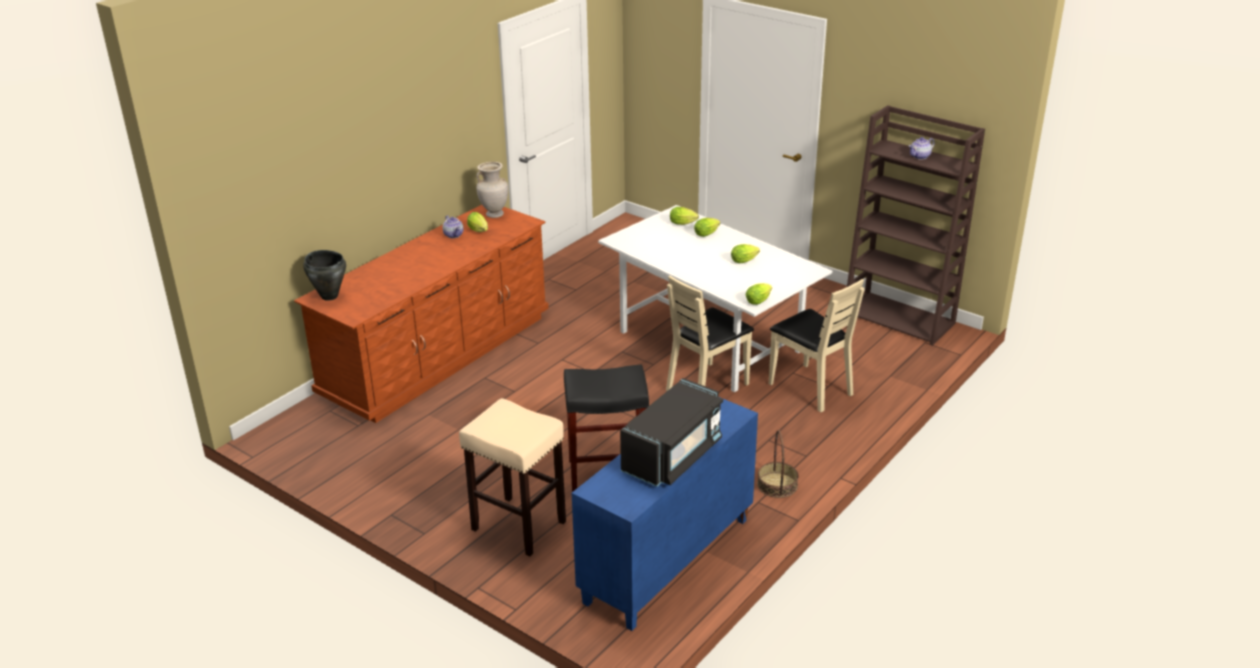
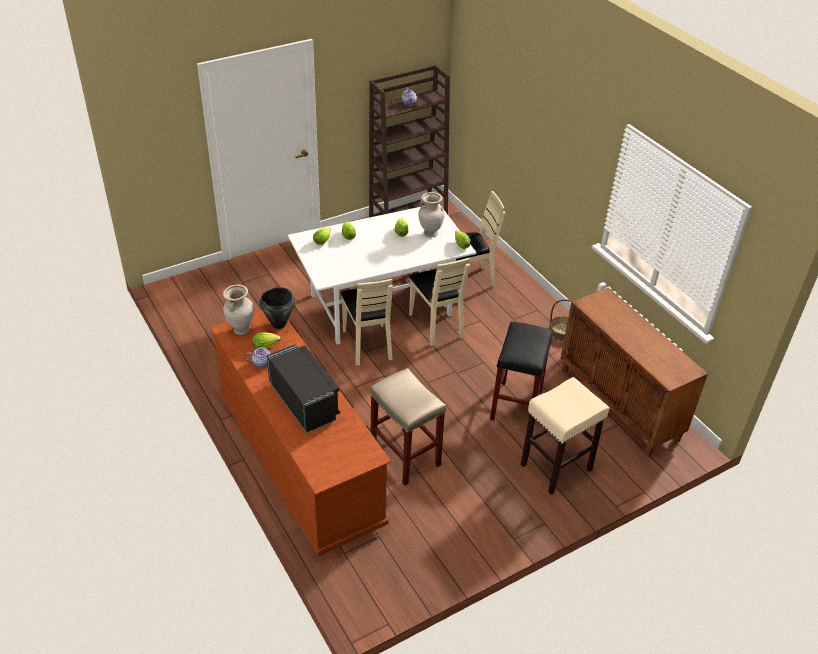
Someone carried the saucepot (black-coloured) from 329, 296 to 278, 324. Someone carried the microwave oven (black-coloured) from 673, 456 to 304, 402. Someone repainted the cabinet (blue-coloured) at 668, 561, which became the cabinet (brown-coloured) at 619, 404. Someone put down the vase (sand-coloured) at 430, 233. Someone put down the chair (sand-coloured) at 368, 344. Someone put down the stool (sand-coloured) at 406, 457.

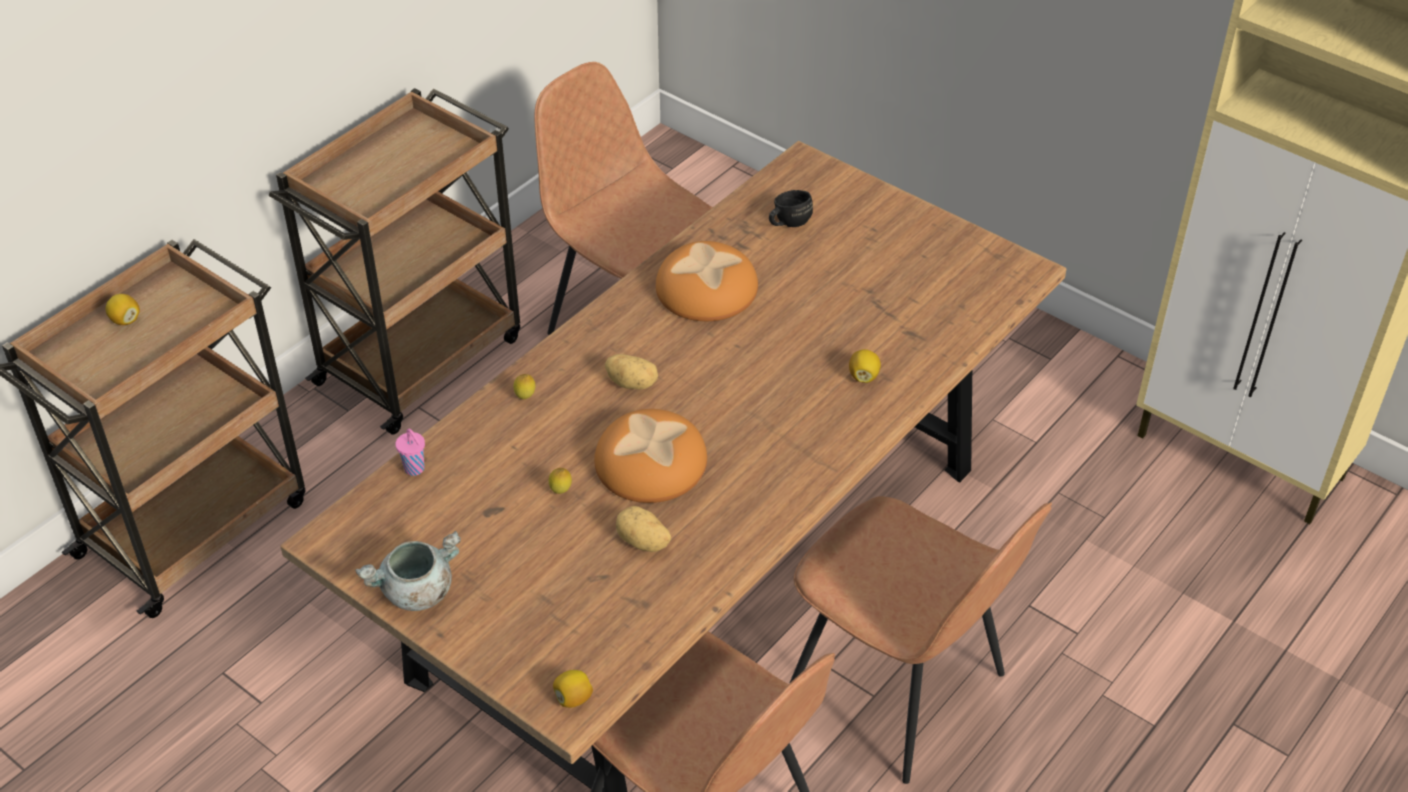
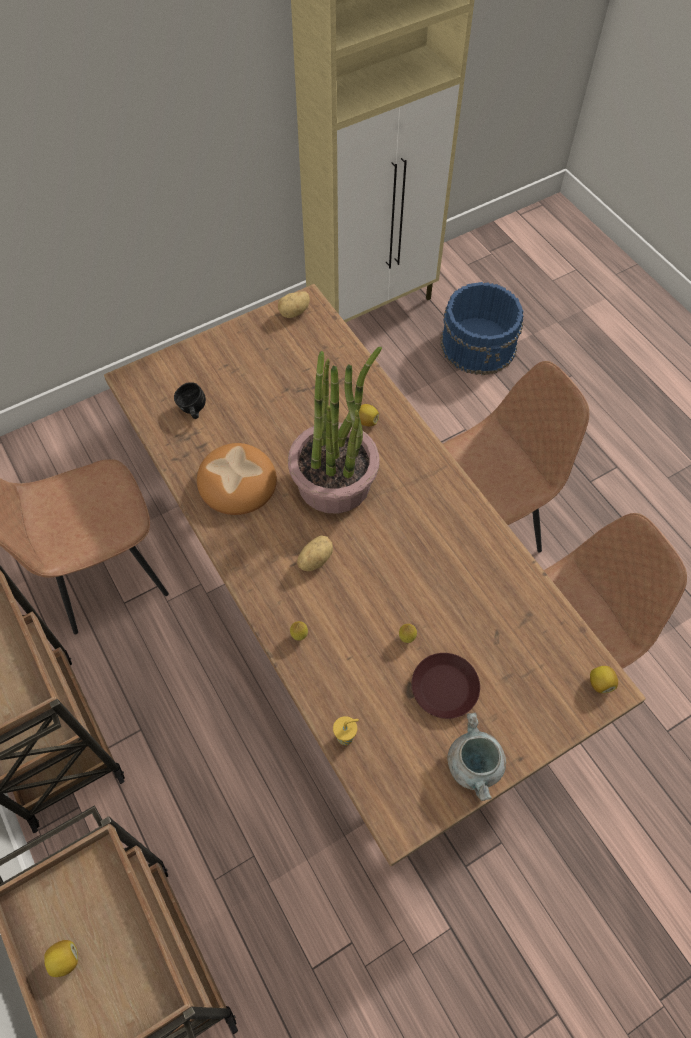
Someone took away the bread at 650, 462. Someone repainted the small cup (pink) at 415, 469, which became the small cup (yellow) at 346, 736. Someone carried the spud from 643, 542 to 294, 312. Someone put down the pail (blue-coloured) at 479, 344. Someone put down the plant in a pot at 334, 481. Someone put down the dinner plate (brown-coloured) at 444, 687.

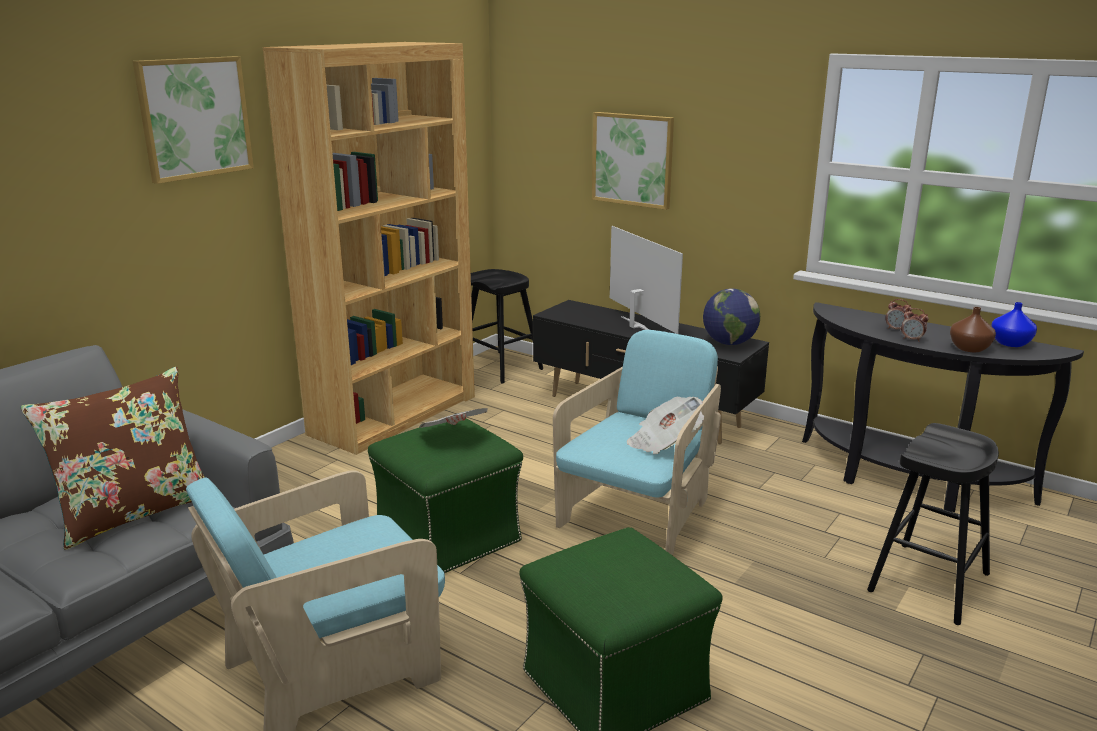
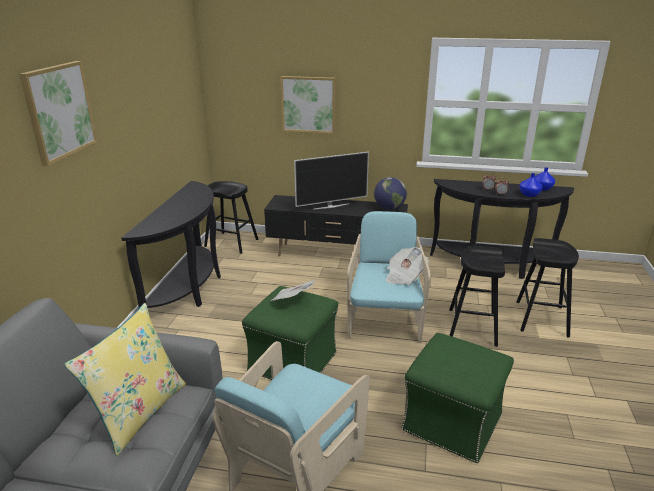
Someone swapped the bookshelf (brown-coloured) at 394, 415 for the narrow table (black-coloured) at 190, 289. Someone rotated the TV set at 636, 326 by 120 degrees clockwise. Someone repainted the vase (brown-coloured) at 970, 349, which became the vase (blue-coloured) at 529, 195. Someone repainted the pillow (brown-coloured) at 134, 513, which became the pillow (yellow) at 139, 412. Someone put down the stool (black-coloured) at 472, 327.

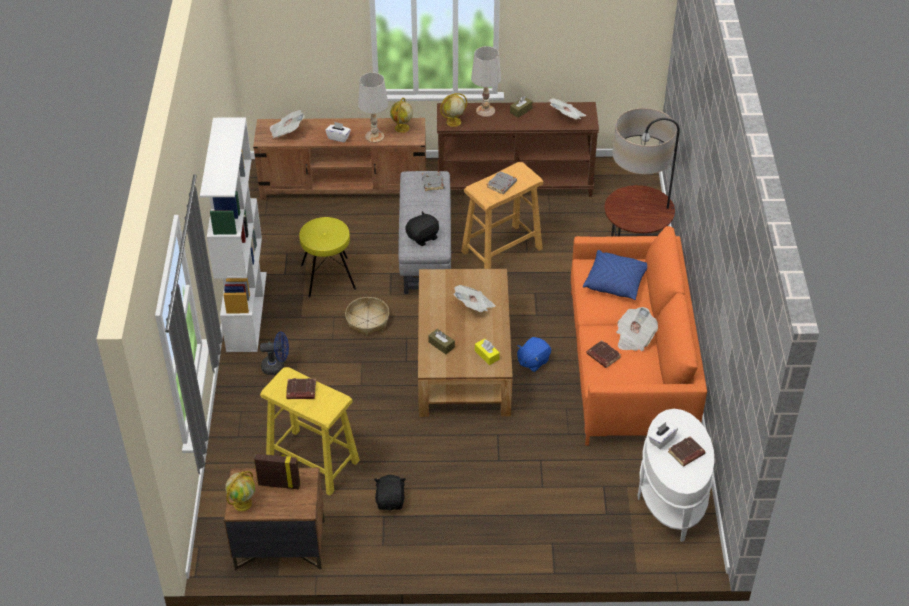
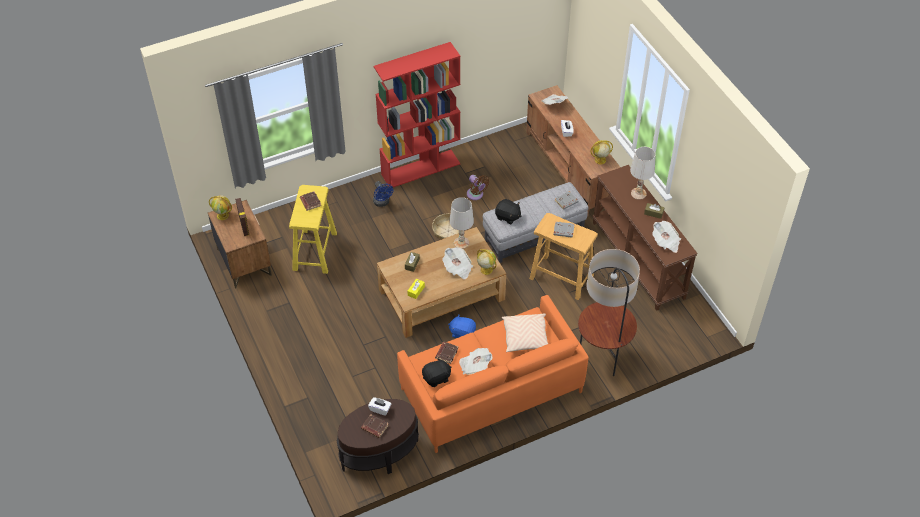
Someone carried the table lamp (white-coloured) from 374, 136 to 461, 242. Someone carried the world globe from 453, 122 to 486, 269. Someone repainted the bookshelf (white-coloured) at 246, 311, which became the bookshelf (red) at 421, 168. Someone swapped the stool (yellow) at 327, 277 for the fan (brown-coloured) at 476, 195. Someone repainted the pillow (blue-coloured) at 615, 282, which became the pillow (sand-coloured) at 525, 338. Someone repainted the accent table (white-coloured) at 672, 497, which became the accent table (brown-coloured) at 379, 453. Someone carried the soft toy (black-coloured) from 390, 500 to 436, 378.

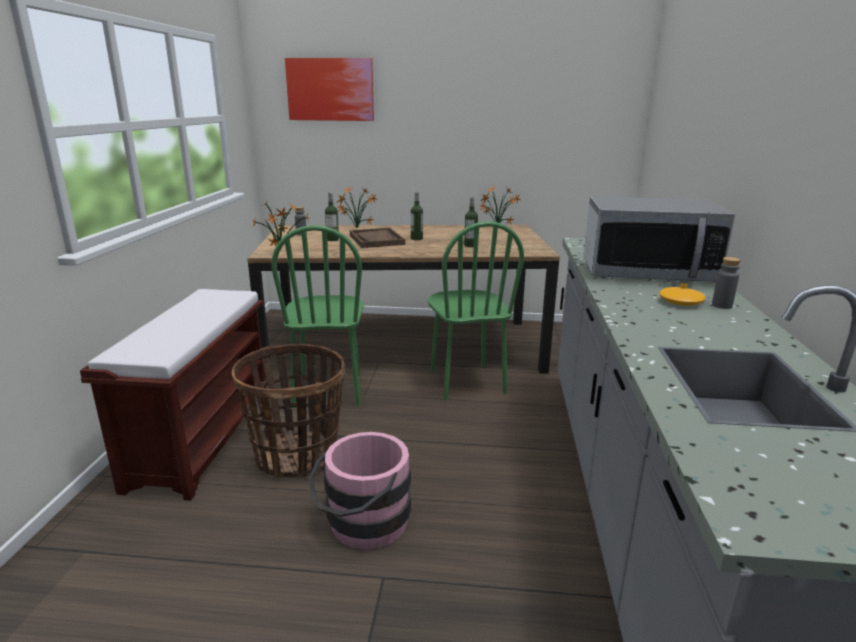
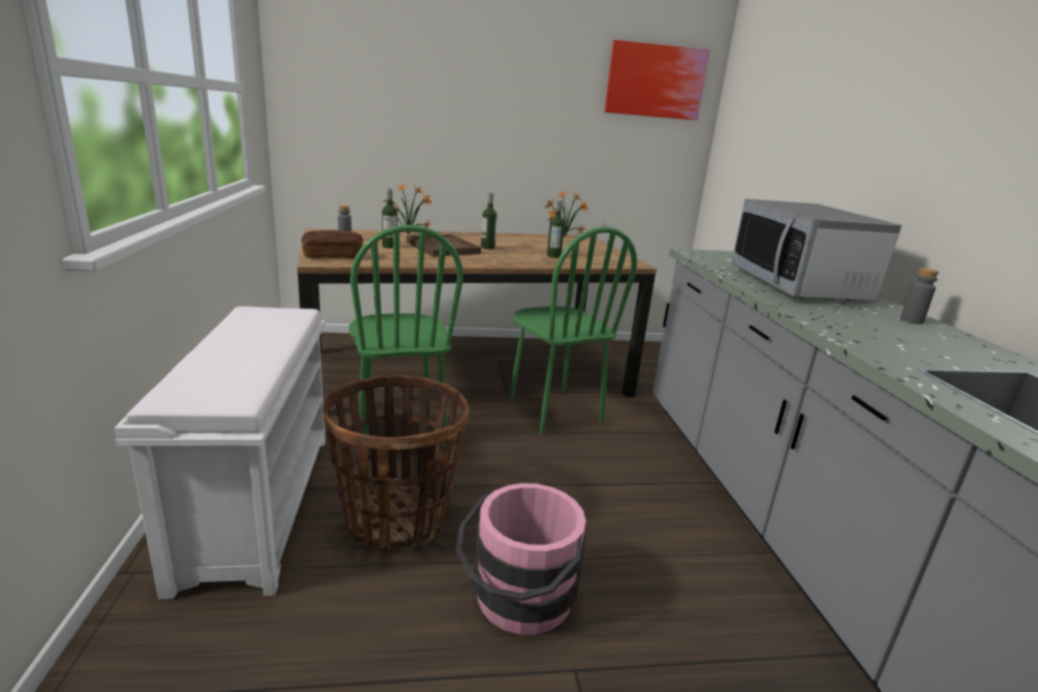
Someone carried the picture from 330, 89 to 655, 81. Someone rotated the microwave oven at 647, 272 by 90 degrees clockwise. Someone swapped the plant in a pot at 281, 249 for the bread at 333, 256. Someone took away the vase (orangey) at 680, 302. Someone repainted the bench (brown-coloured) at 202, 437, which became the bench (white-coloured) at 258, 503.

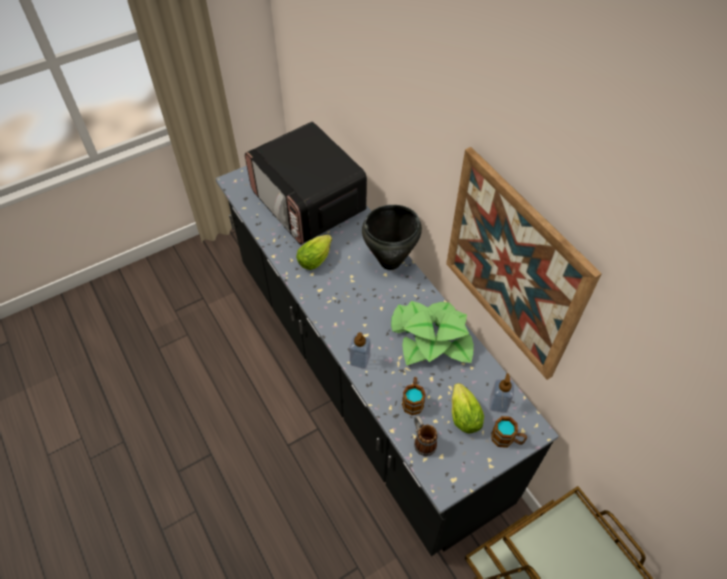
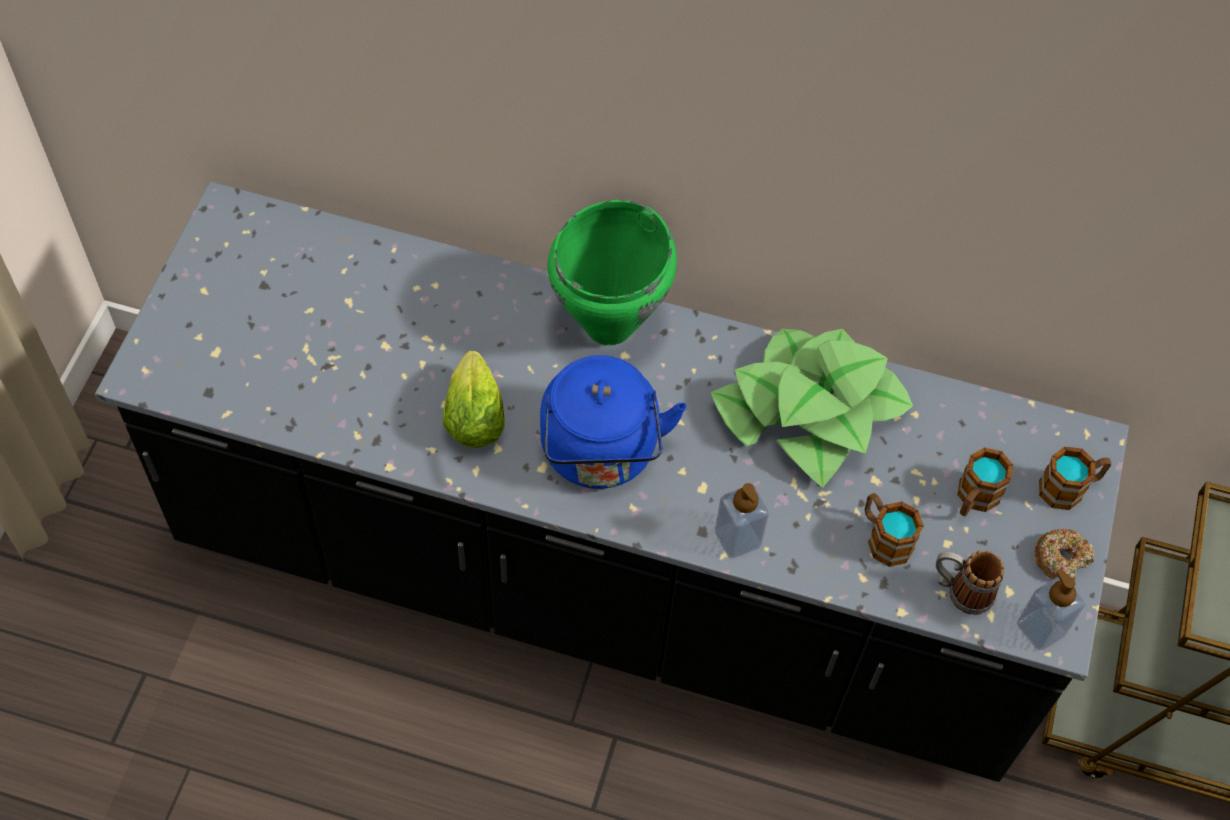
Someone took away the microwave oven at 308, 203. Someone took away the picture at 513, 266. Someone repainted the saucepot (black-coloured) at 390, 261, which became the saucepot (greenish) at 610, 325. Someone carried the soap dispenser from 498, 404 to 1040, 628. Someone swapped the lettuce head at 463, 413 for the tea mug at 974, 499. Someone put down the kettle (blue-coloured) at 600, 455. Someone put down the doughnut at 1061, 559.

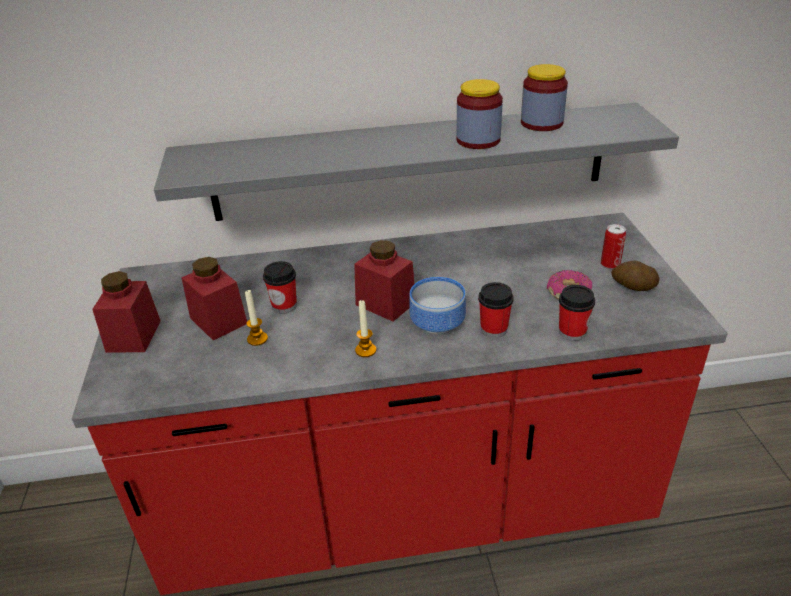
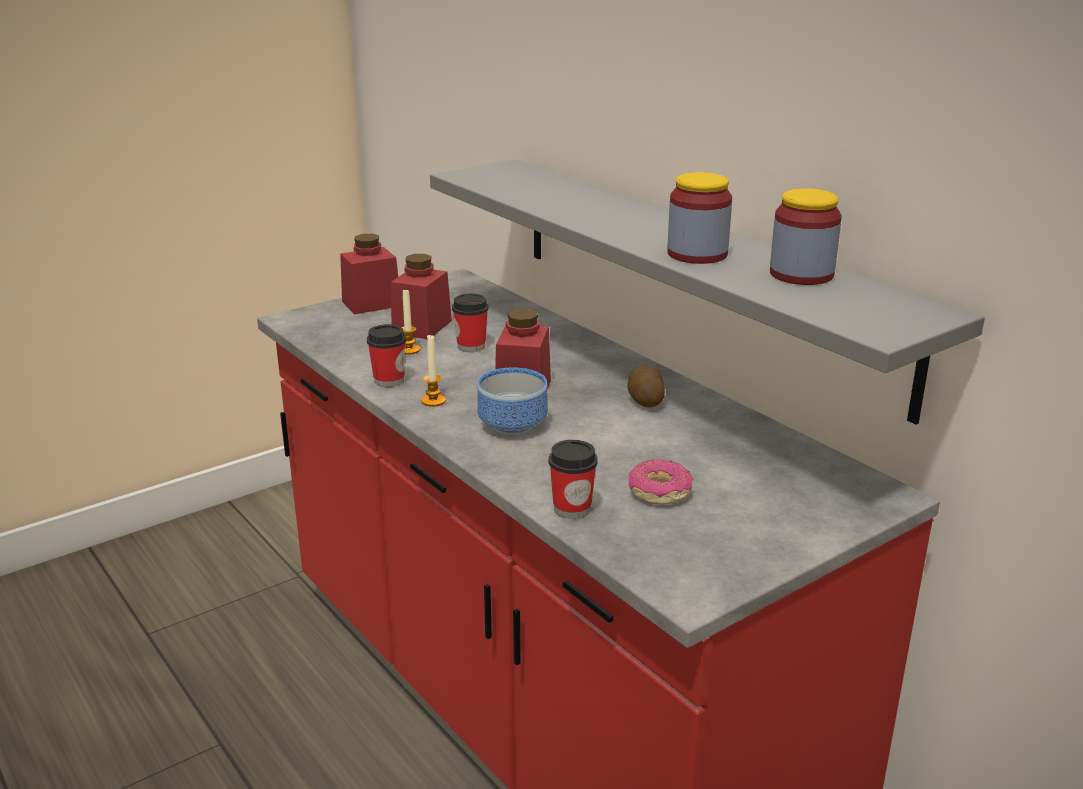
Someone took away the can at 610, 264. Someone carried the spud from 633, 287 to 645, 401. Someone carried the small cup from 494, 329 to 389, 380.

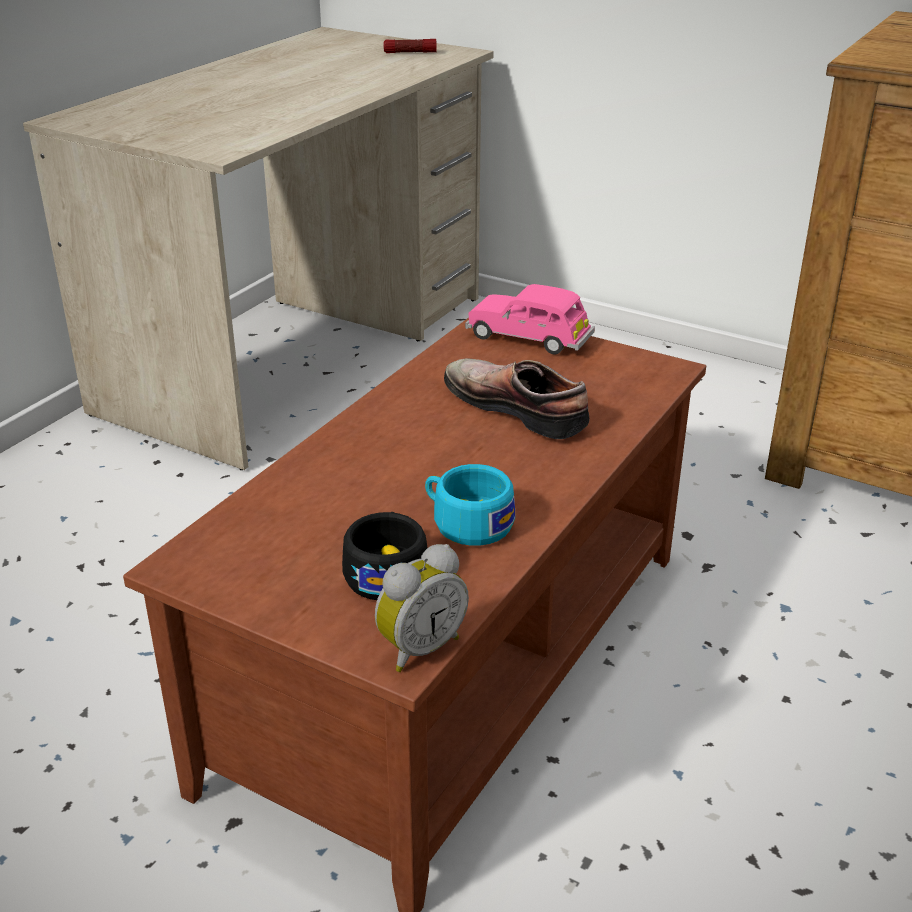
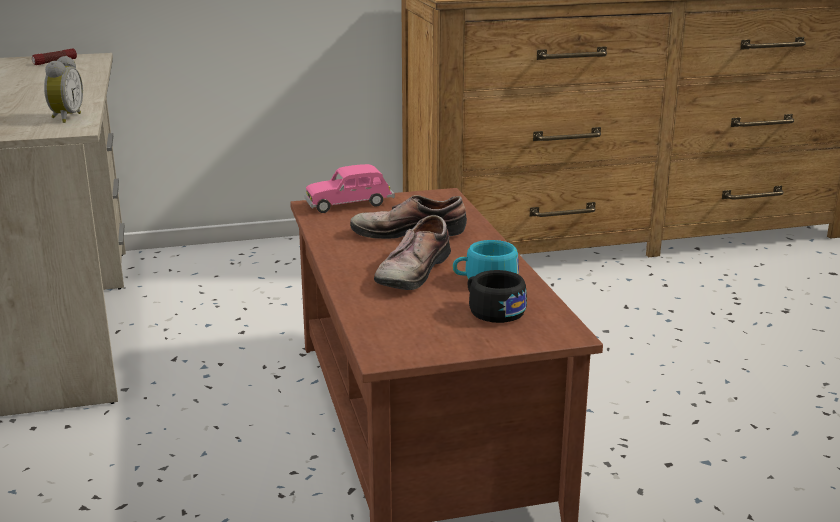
Someone carried the alarm clock from 419, 647 to 65, 118. Someone put down the shoe at 410, 271.

